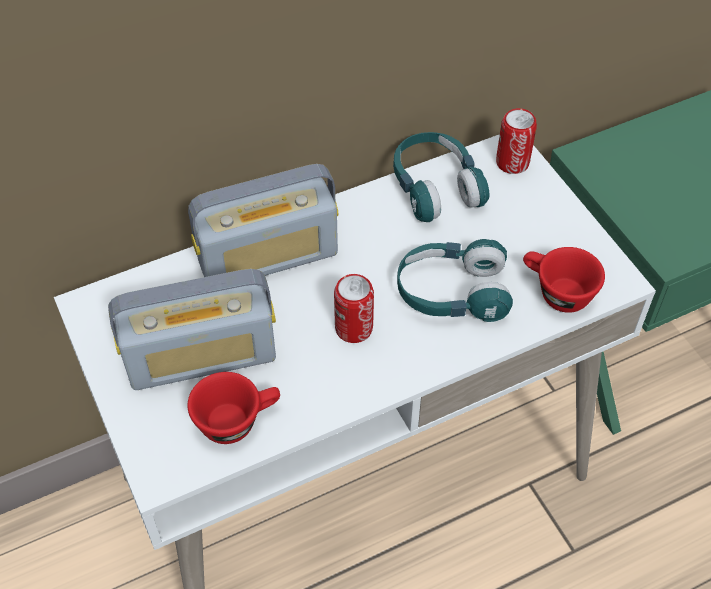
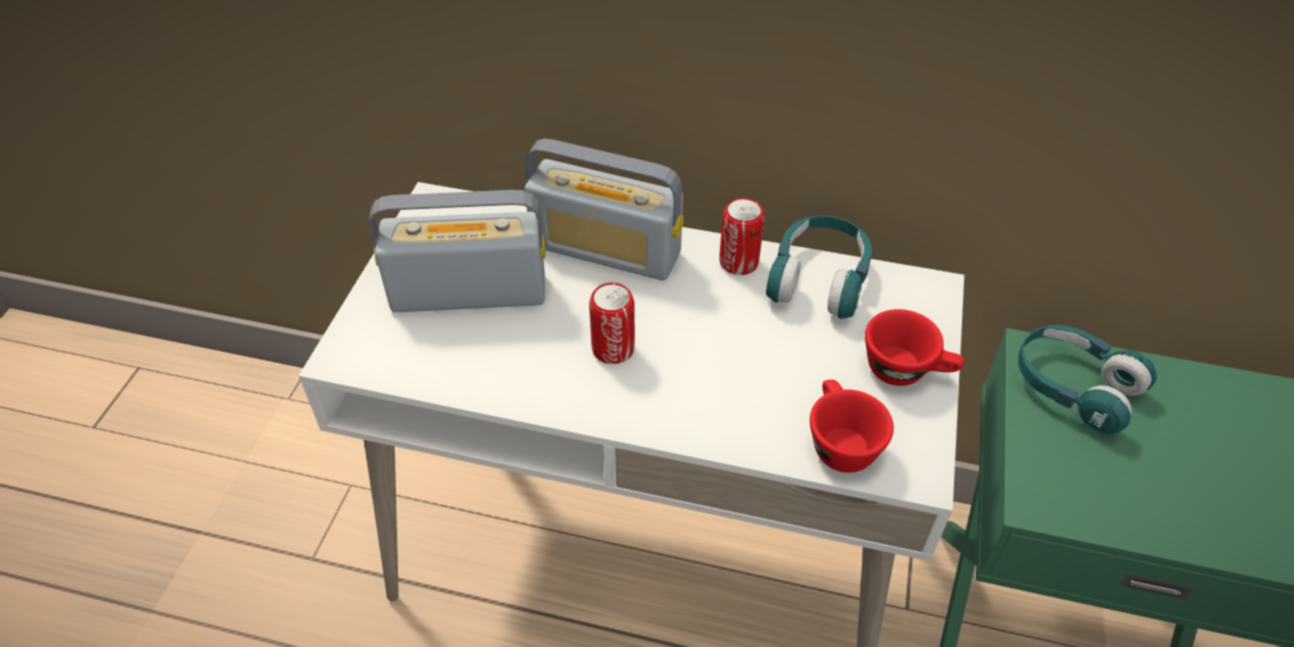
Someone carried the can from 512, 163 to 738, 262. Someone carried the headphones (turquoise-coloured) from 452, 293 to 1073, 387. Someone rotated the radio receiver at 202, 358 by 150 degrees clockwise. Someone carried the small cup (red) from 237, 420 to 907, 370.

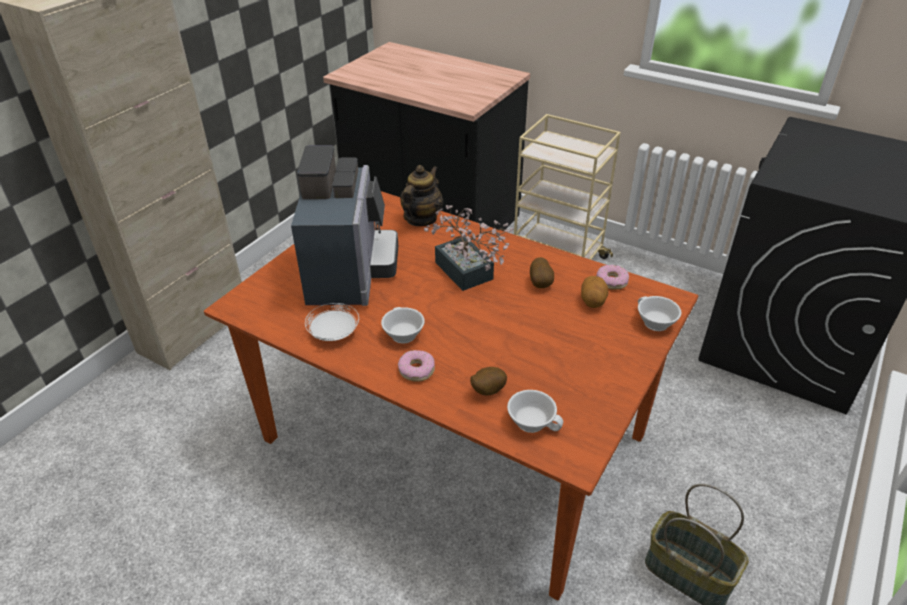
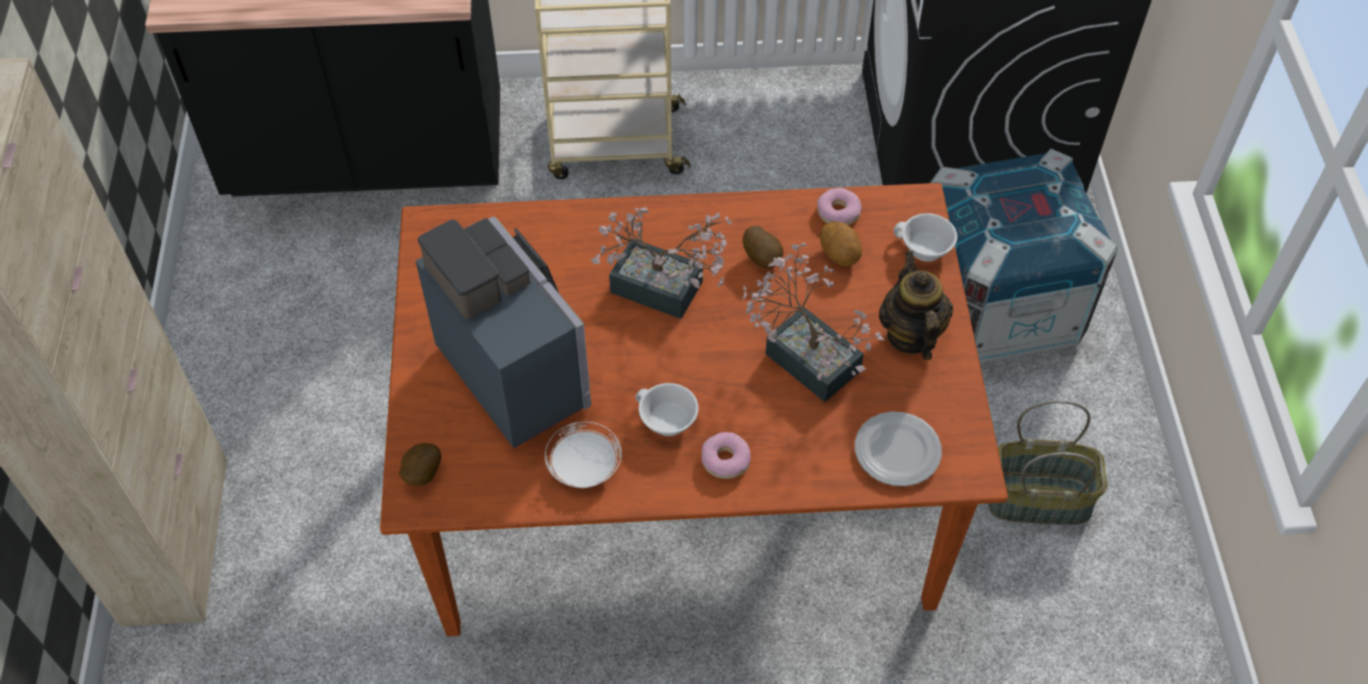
Someone carried the pot for tea from 421, 219 to 910, 335. Someone carried the spud from 487, 390 to 421, 474. Someone swapped the small cup (white-coloured) at 533, 421 for the dinner plate at 897, 451. Someone put down the shipping crate at 995, 306. Someone put down the plant in a pot at 805, 355.

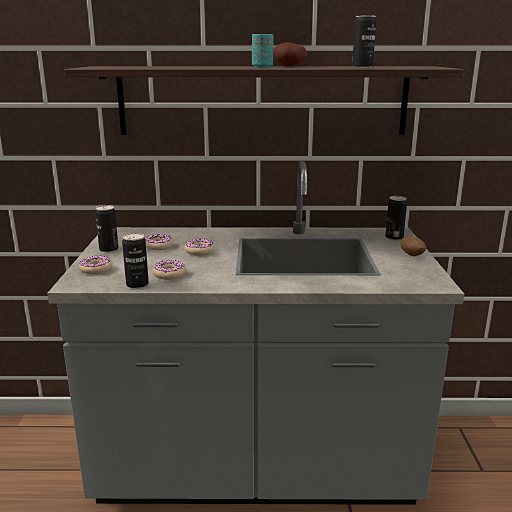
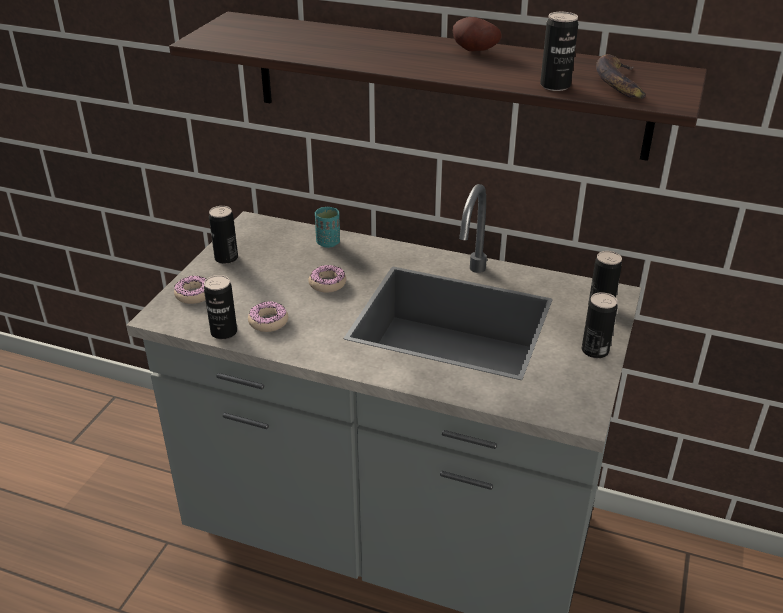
Someone carried the small cup (turquoise-coloured) from 262, 67 to 328, 243. Someone took away the doughnut at 159, 246. Someone swapped the spud at 412, 255 for the can at 595, 351. Someone put down the banana fruit at 618, 84.

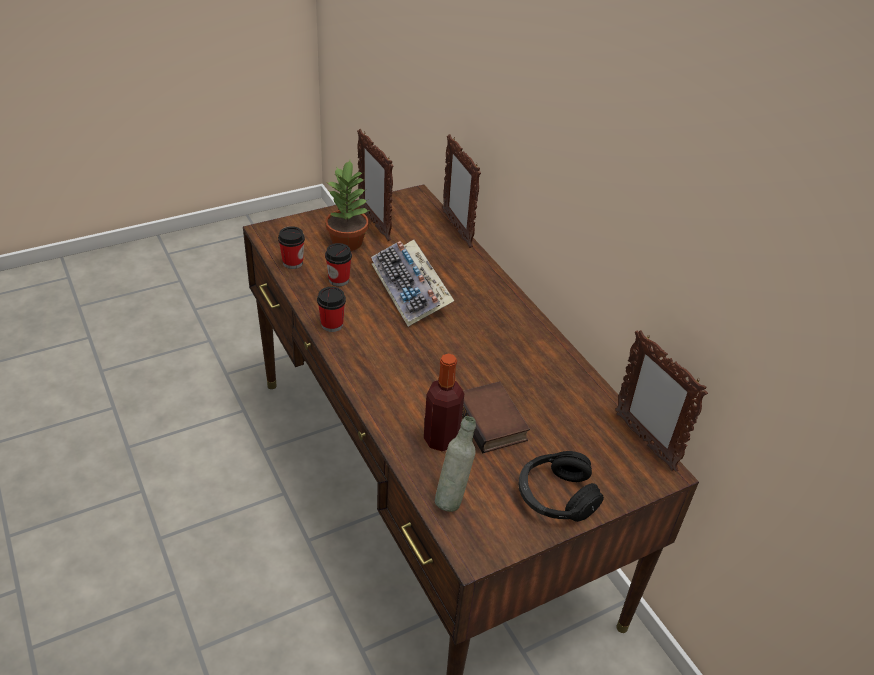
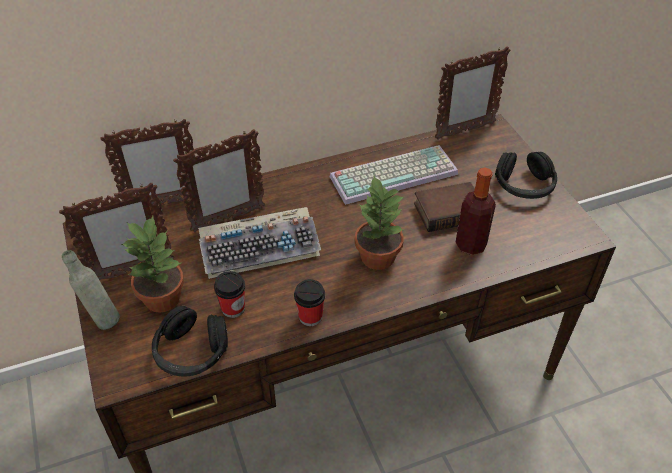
Someone swapped the small cup at 293, 263 for the headphones (black-coloured) at 191, 351. Someone carried the bottle (greyish) from 452, 497 to 101, 319. Someone put down the photo frame at 227, 219. Someone put down the PC keyboard at 394, 173. Someone put down the plant in a pot at 377, 256.

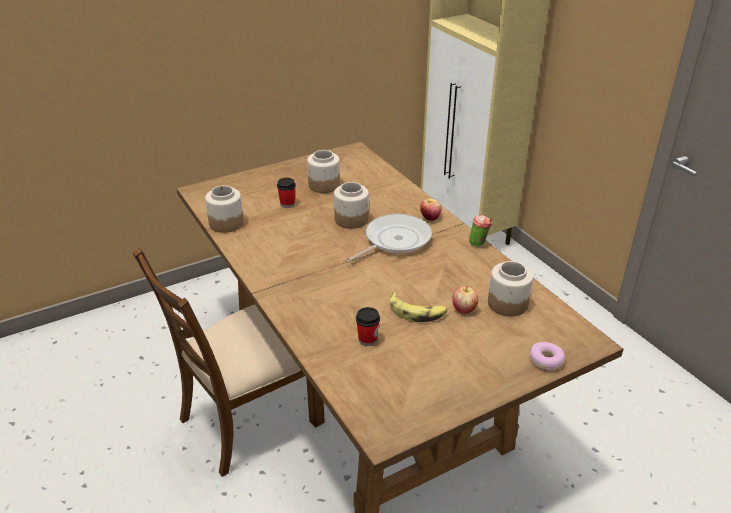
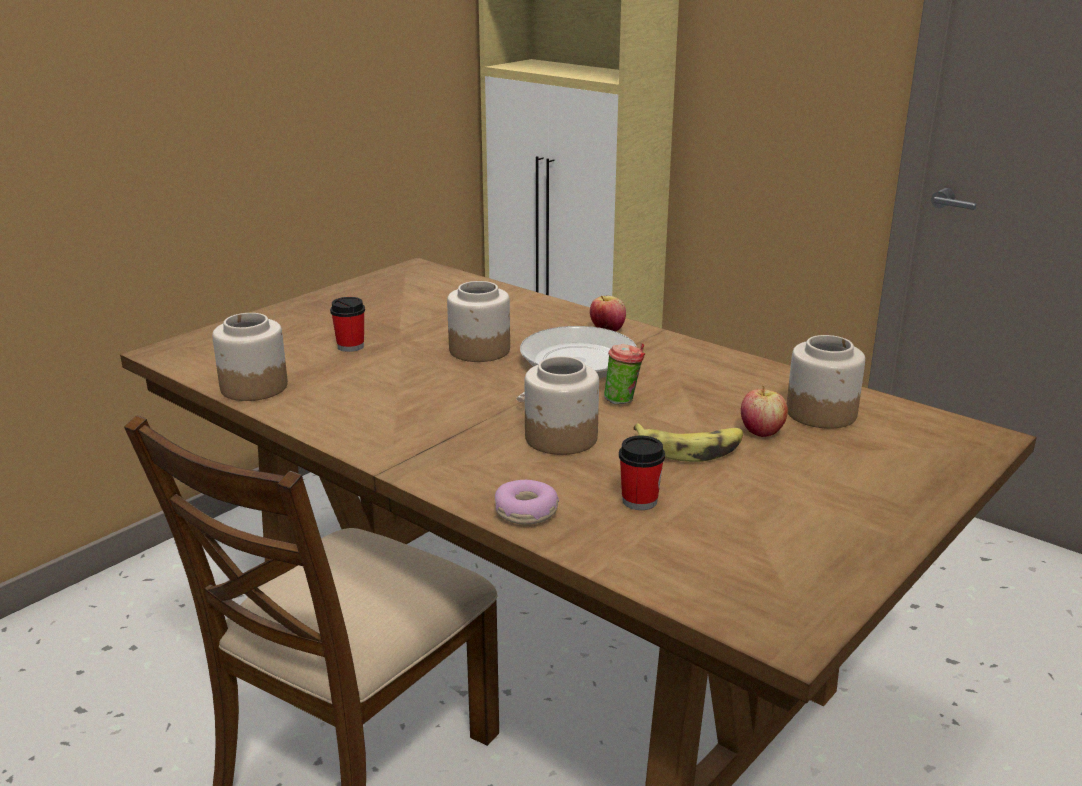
Someone carried the jar from 324, 185 to 561, 438. Someone carried the small cup from 479, 244 to 623, 400. Someone carried the doughnut from 546, 361 to 526, 512.

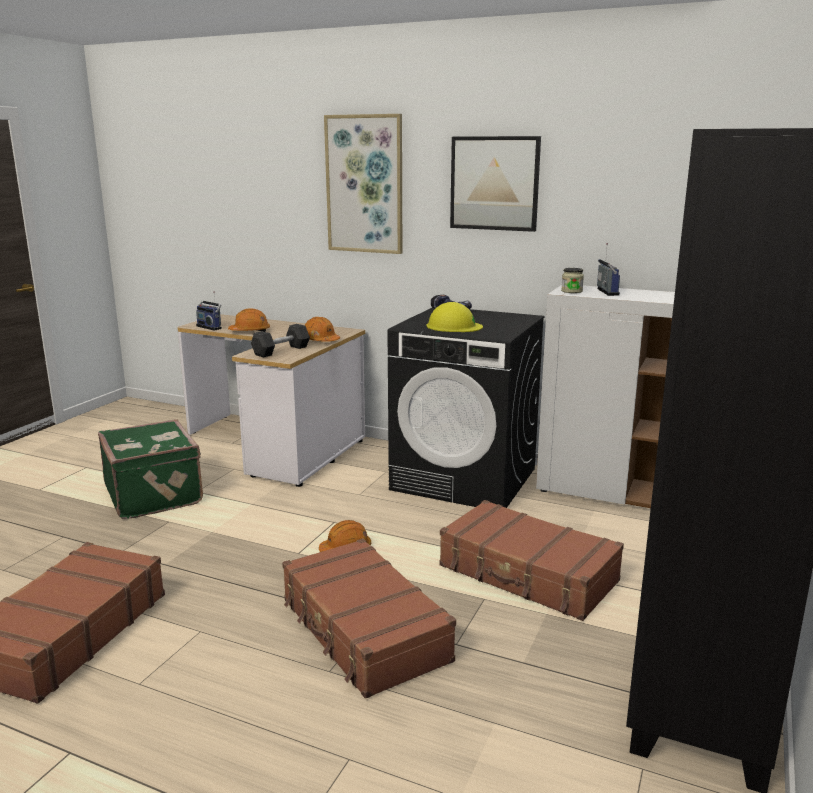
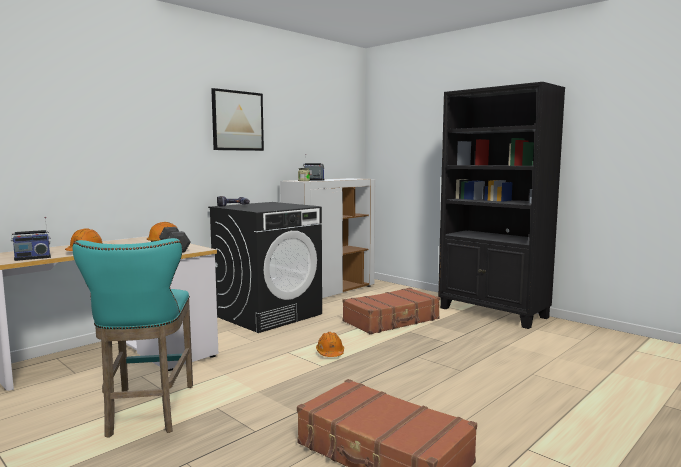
Someone took away the picture at 365, 184. Someone took away the hard hat (yellow) at 454, 326. Someone swapped the piece of luggage (greenish) at 155, 494 for the stool (turquoise-coloured) at 147, 412. Someone took away the piece of luggage (brown-coloured) at 363, 631.

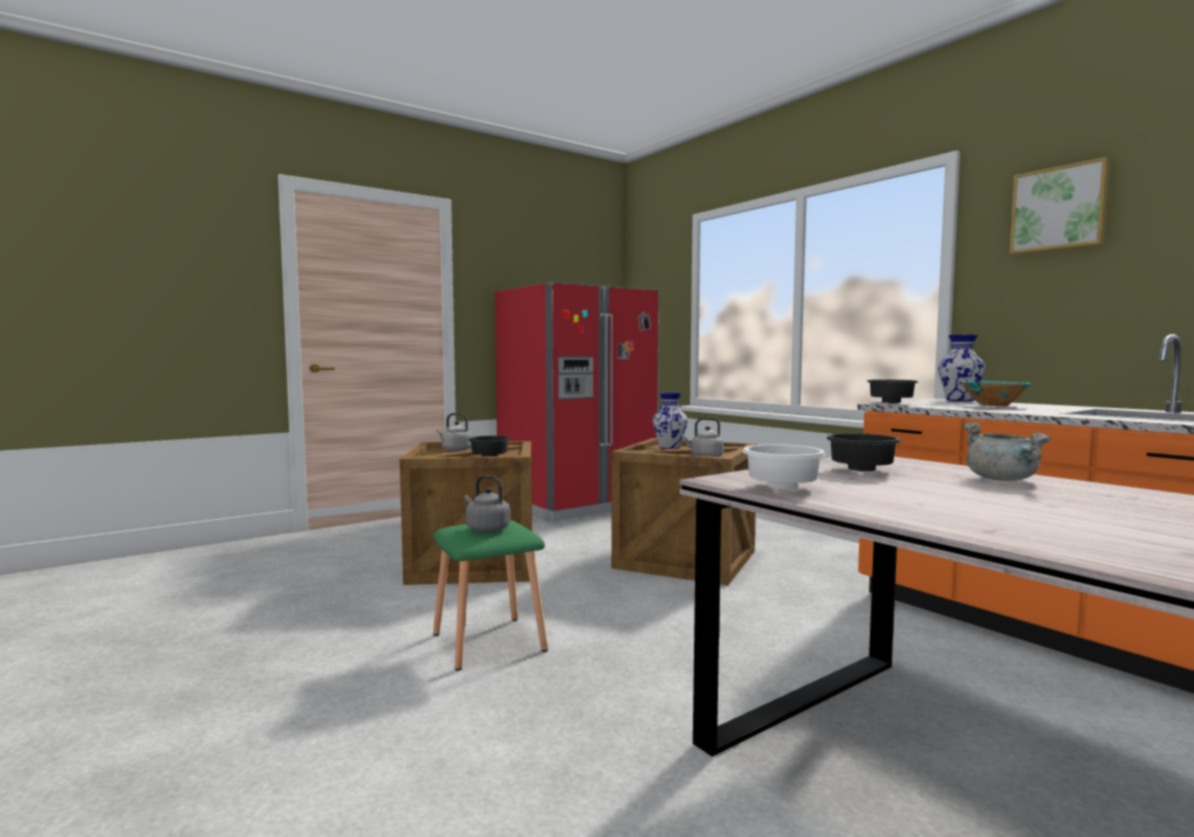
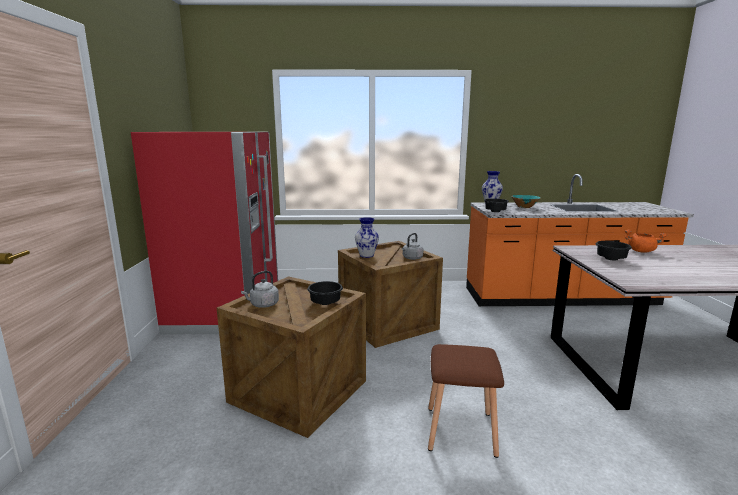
Someone took away the picture at 1059, 209. Someone repainted the saucepot (greyish) at 1003, 480, which became the saucepot (orangey) at 641, 251. Someone took away the deep dish (white-coloured) at 780, 488. Someone took away the kettle (greyish) at 486, 529. Someone repainted the stool (greenish) at 490, 641, which became the stool (brown-coloured) at 459, 430.

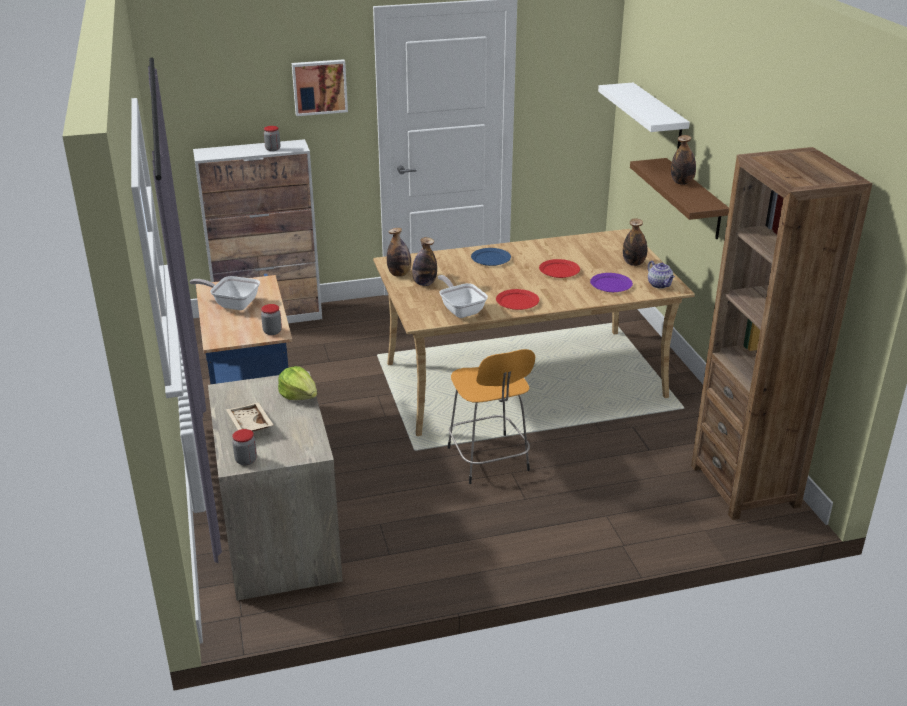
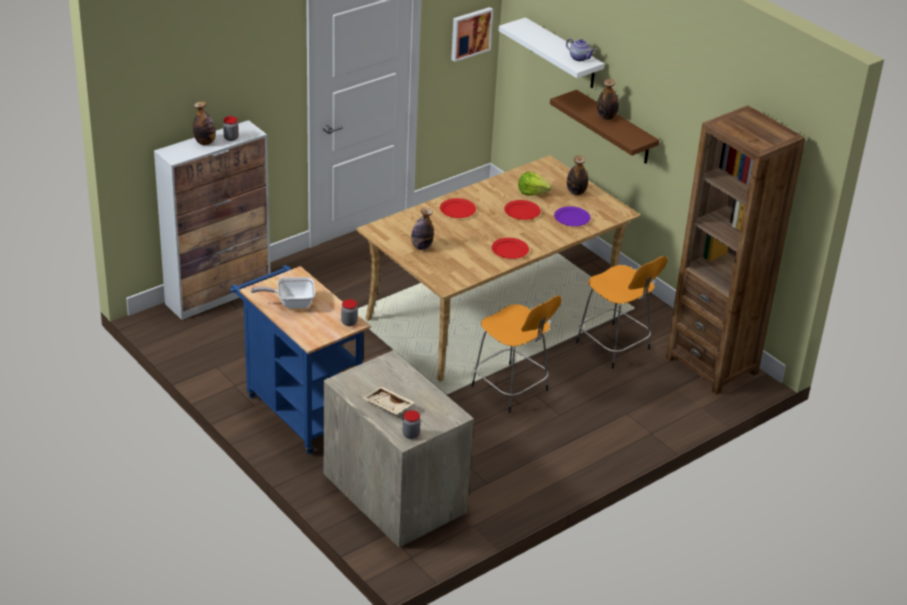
Someone carried the picture from 319, 87 to 470, 33. Someone carried the bottle from 399, 274 to 205, 142. Someone repainted the dinner plate (blue-coloured) at 490, 258, which became the dinner plate (red) at 457, 210. Someone carried the pot for tea from 660, 285 to 580, 58. Someone took away the frying pan at 461, 310. Someone carried the lettuce head from 299, 395 to 532, 192. Someone put down the stool (orangey) at 614, 347.

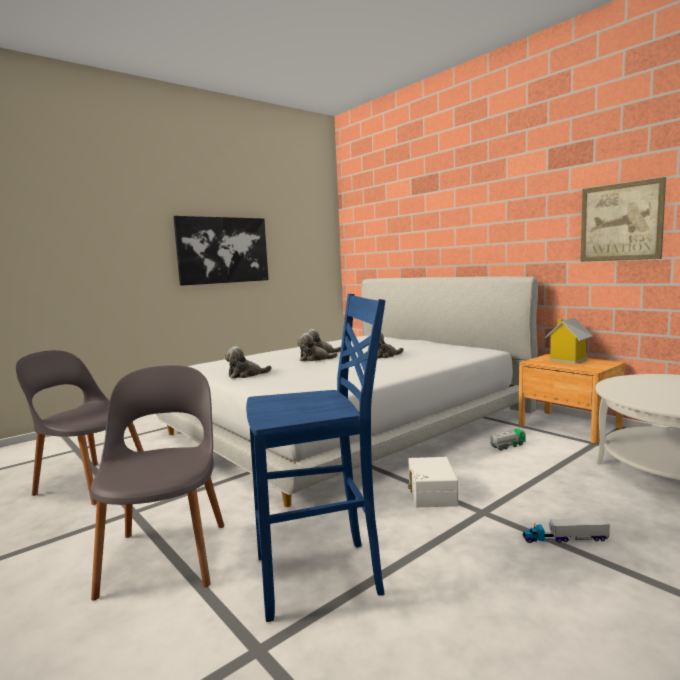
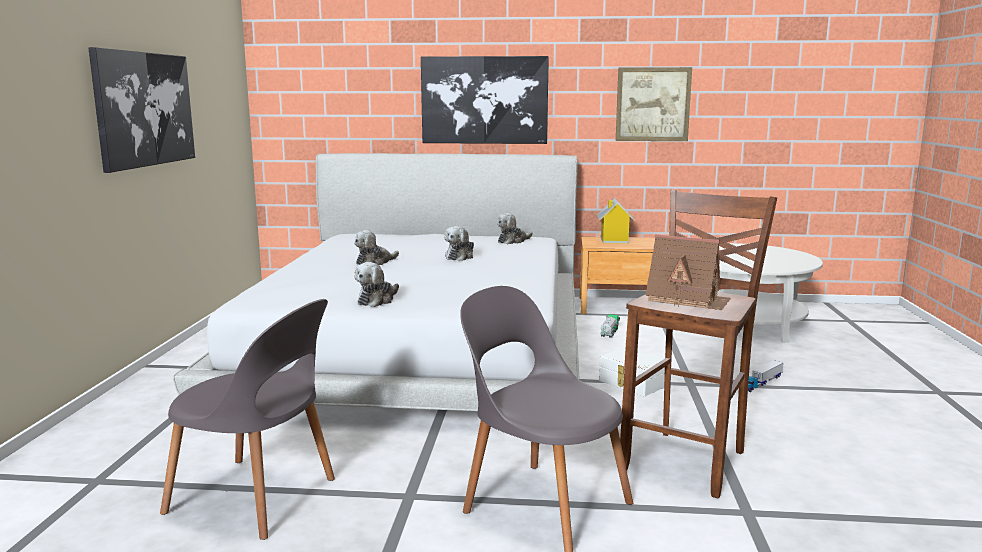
Someone repainted the stool (blue-coloured) at 321, 577, which became the stool (brown-coloured) at 688, 461. Someone carried the soft toy from 314, 359 to 513, 241. Someone rotated the chair (greyish) at 90, 482 by 135 degrees counterclockwise. Someone put up the picture at 484, 100. Someone put down the toy house at 687, 299.

